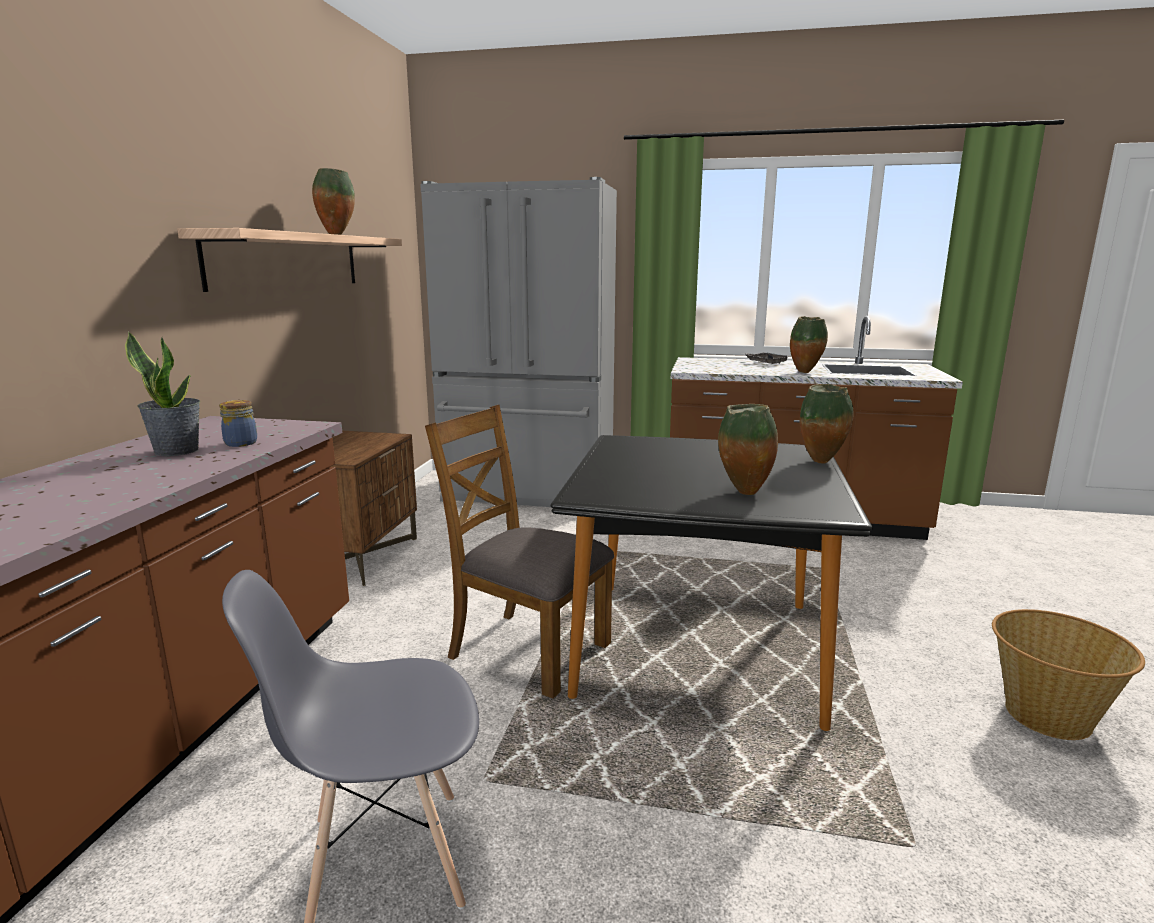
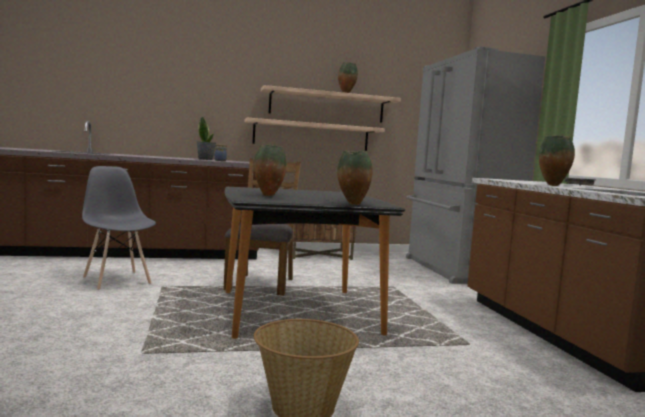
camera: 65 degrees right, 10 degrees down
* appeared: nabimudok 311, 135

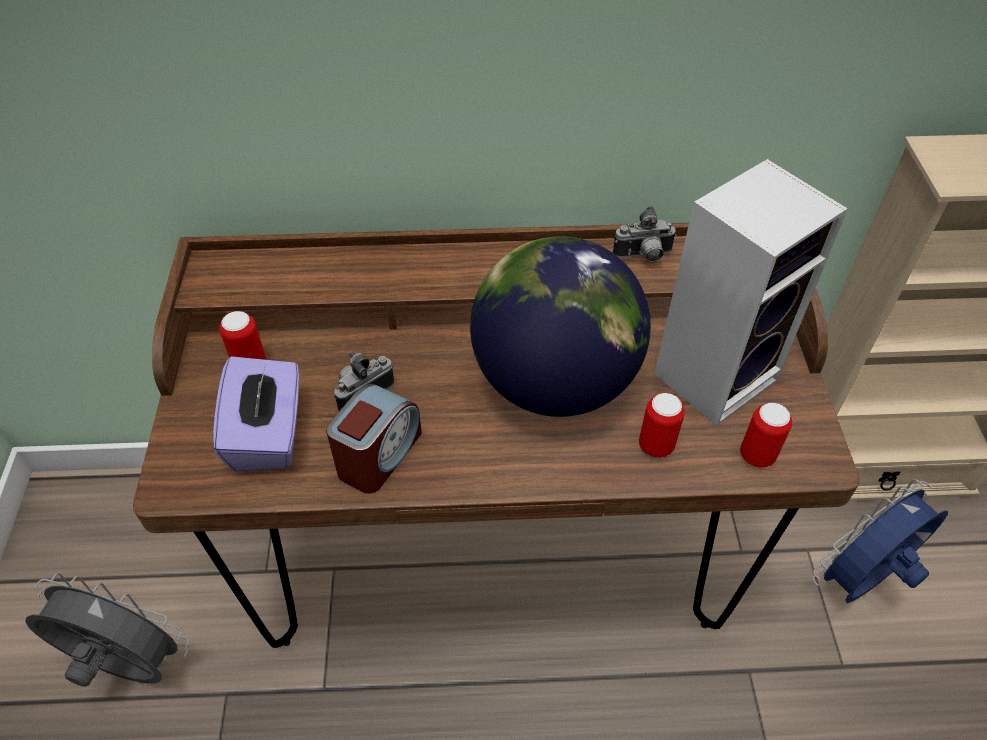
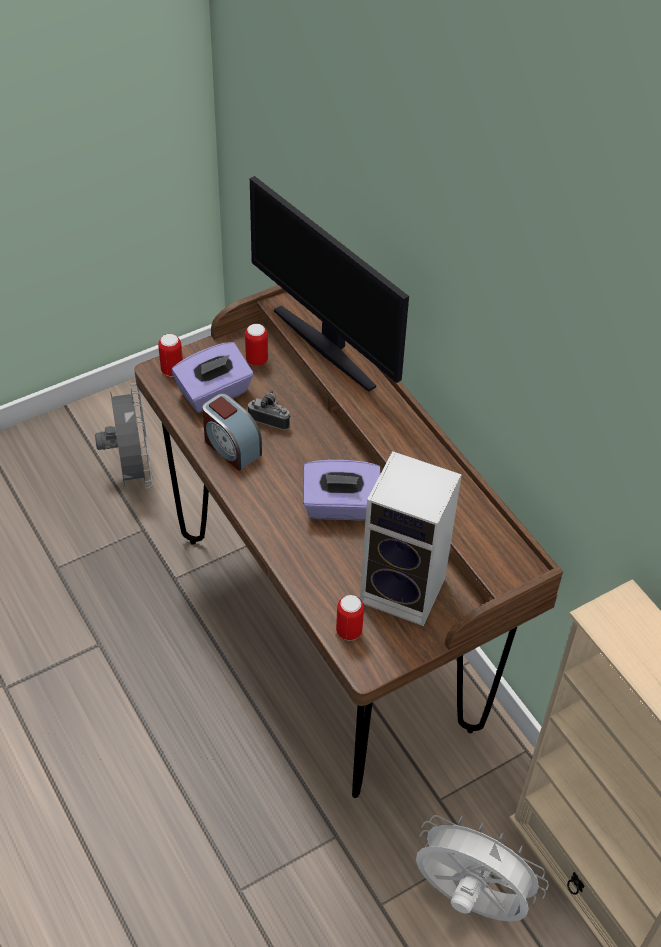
camera: 60 degrees right, 0 degrees up
* missing: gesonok 643, 256
* exchanged: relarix 554, 381 to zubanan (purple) 340, 506
* spun: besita 378, 455 = 231, 447 45 degrees clockwise
* relocated: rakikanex 656, 446 to 172, 370
* colour: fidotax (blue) 860, 581 to fidotax (white) 468, 900
* appeared: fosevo 327, 346

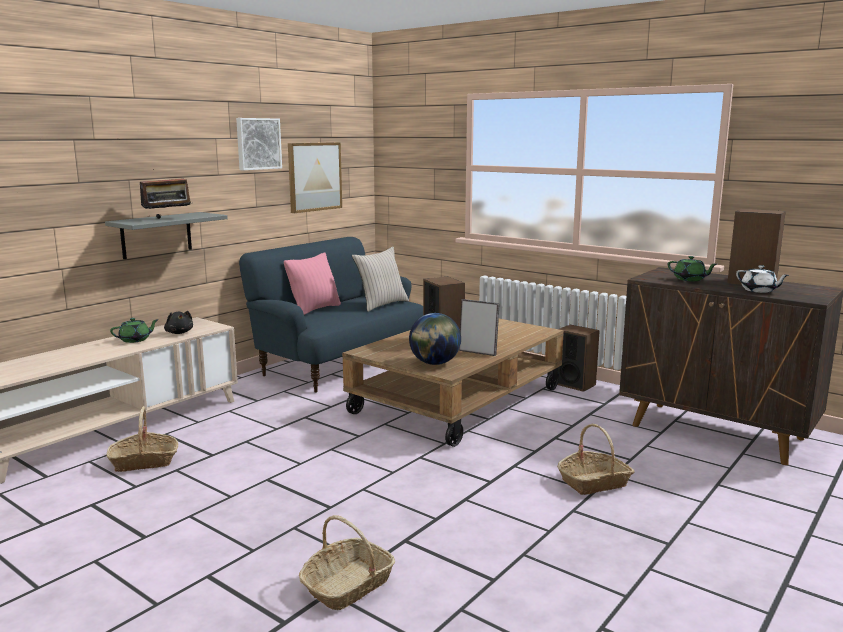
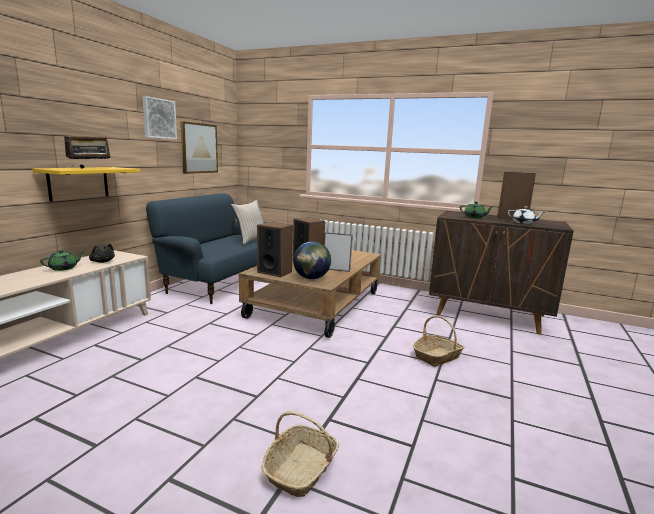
camera: 15 degrees left, 0 degrees up
* colour: nabimudok (grey) 156, 235 to nabimudok (yellow) 78, 183
* missing: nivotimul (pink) 314, 309
* relocated: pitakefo 575, 384 to 274, 272
* missing: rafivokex 144, 461

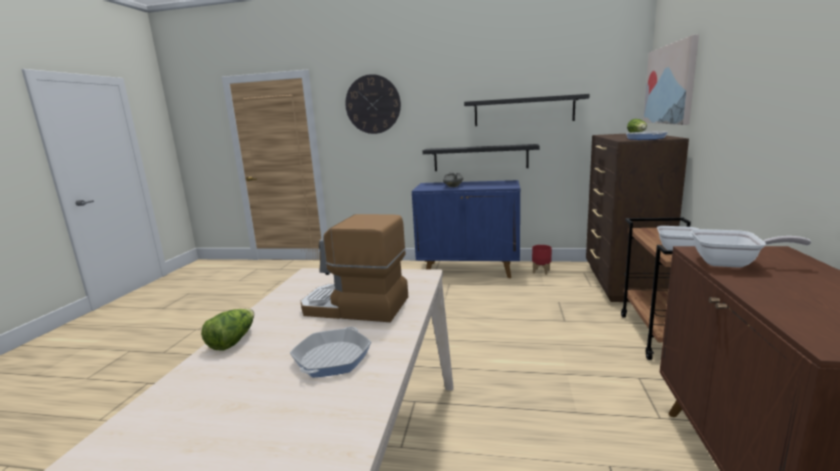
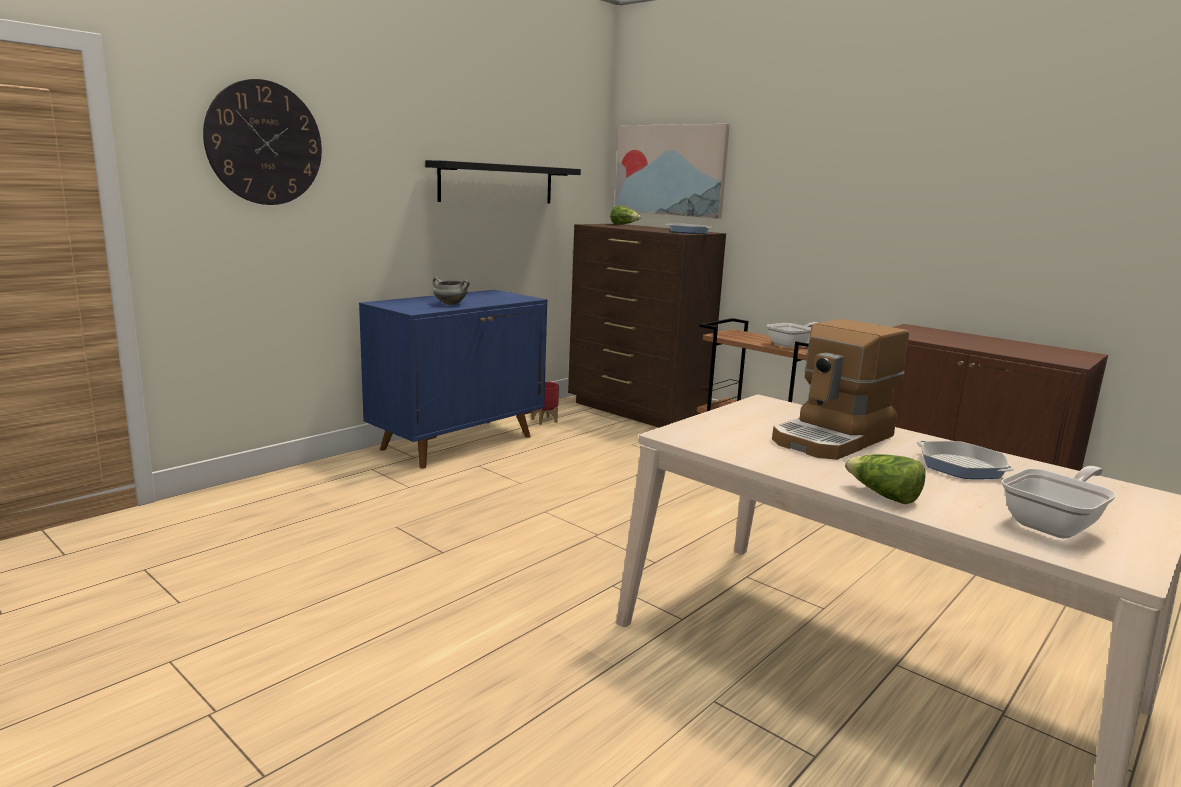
camera: 60 degrees left, 0 degrees up
* missing: nabimudok (black) 480, 158
* relocated: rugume 731, 263 to 1055, 525

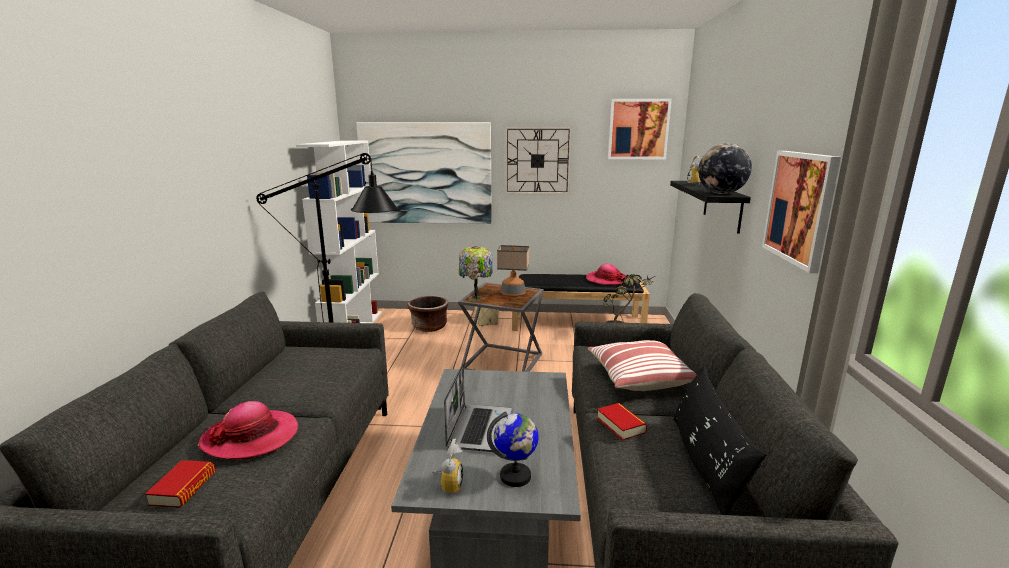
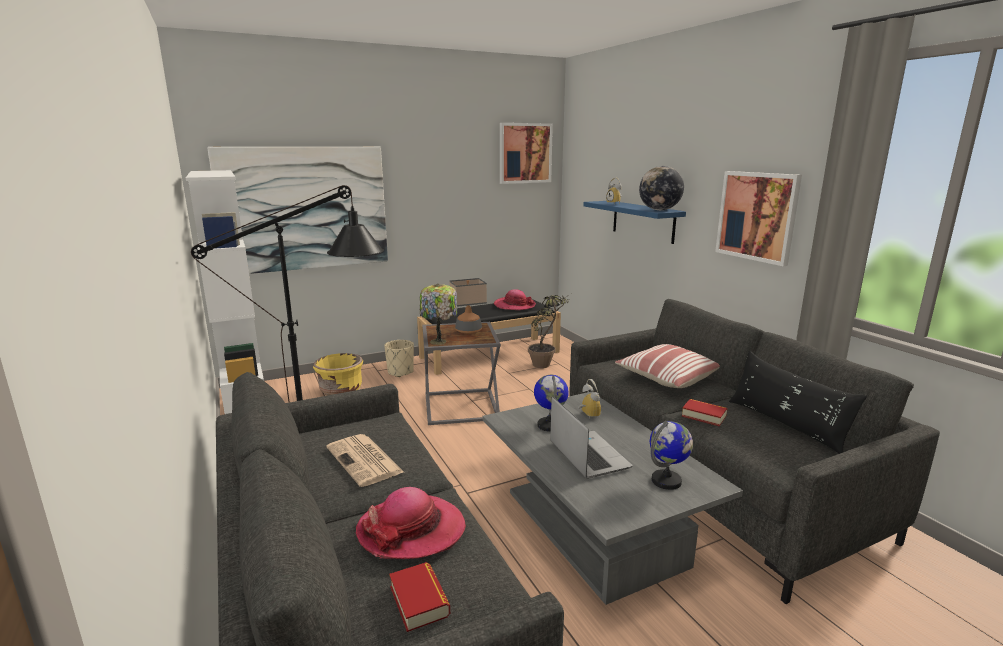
camera: 30 degrees left, 0 degrees up
* missing: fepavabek 537, 161
* colour: nabimudok (black) 722, 205 to nabimudok (blue) 643, 221
* colour: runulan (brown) 429, 327 to runulan (yellow) 341, 390
* relocated: besita 448, 485 to 586, 415
* appeared: relarix 549, 425
* appeared: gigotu 365, 460

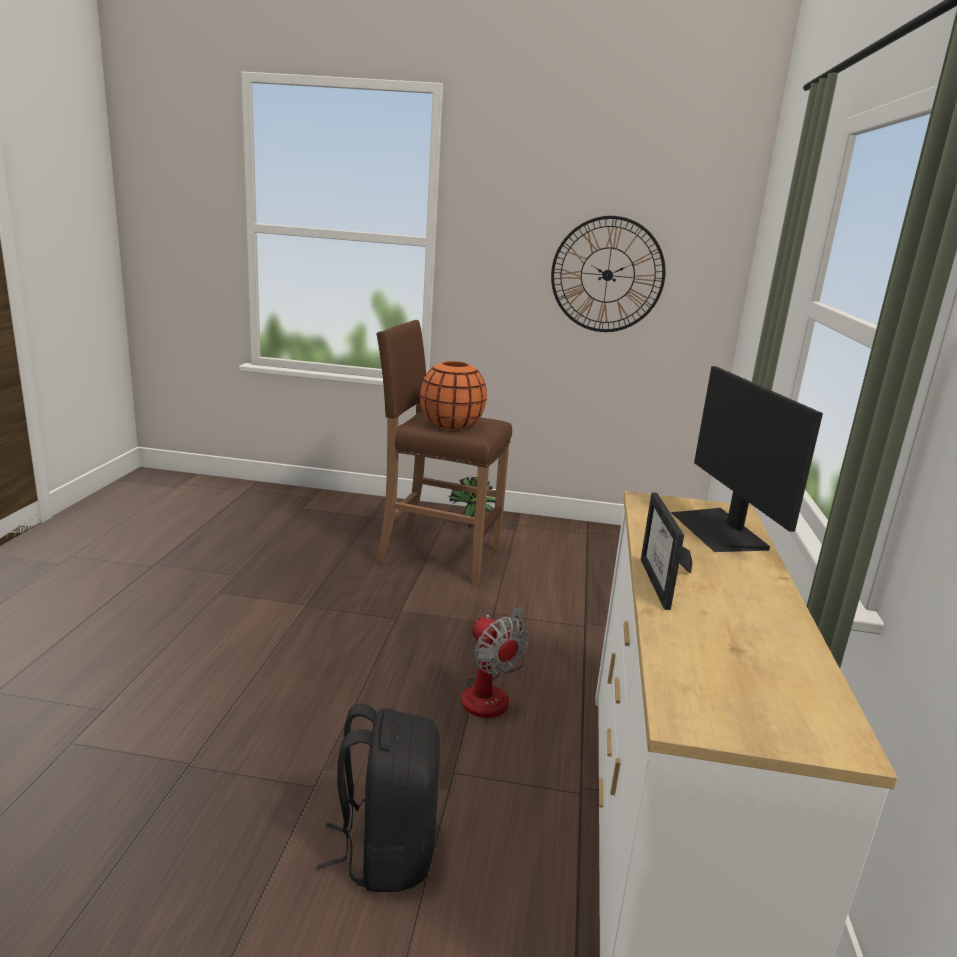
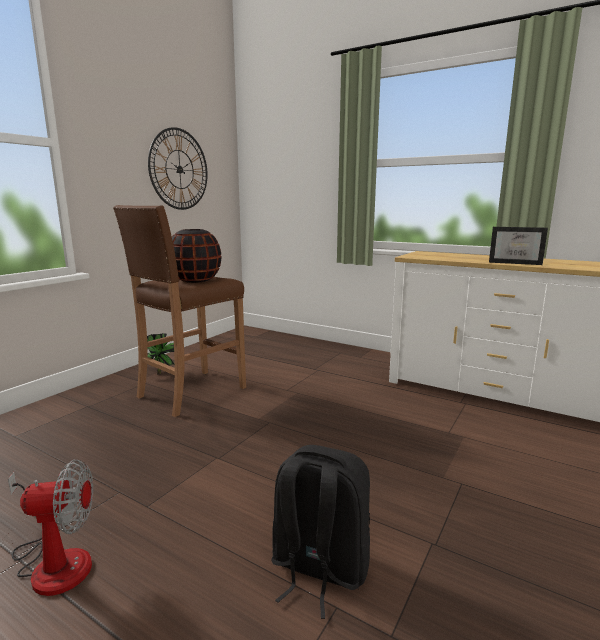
camera: 65 degrees left, 5 degrees down
* colour: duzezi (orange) 451, 426 to duzezi (black) 196, 280
* missing: fosevo 720, 530
* relocated: fidotax 491, 691 to 55, 561
* relocated: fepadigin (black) 386, 850 to 318, 568

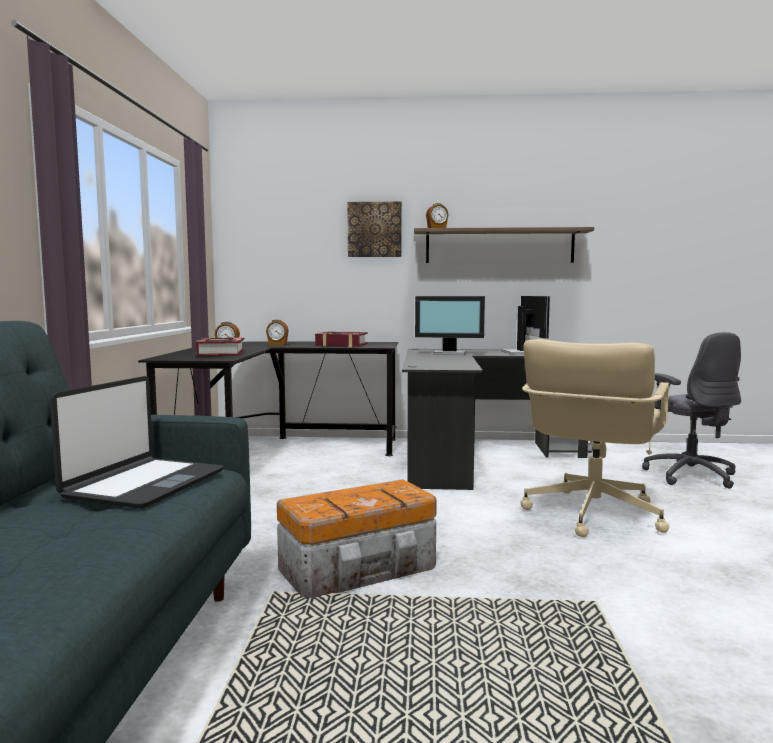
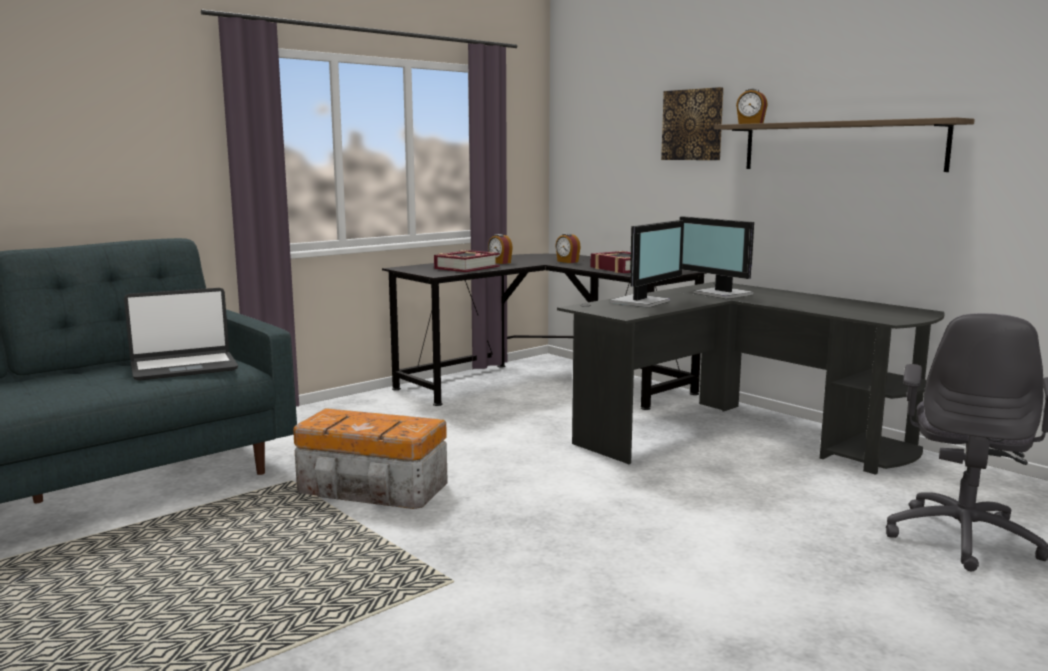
camera: 45 degrees right, 5 degrees up
* relocated: fosevo 522, 352 to 642, 302
* missing: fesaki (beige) 591, 514

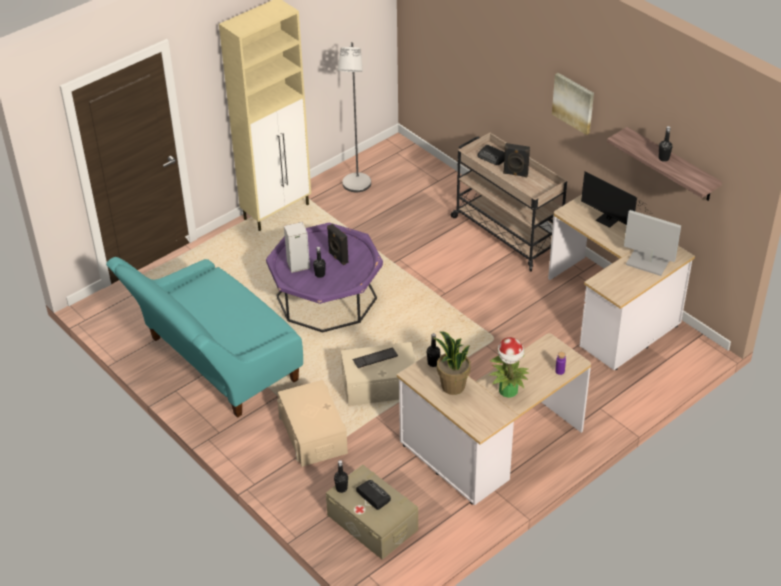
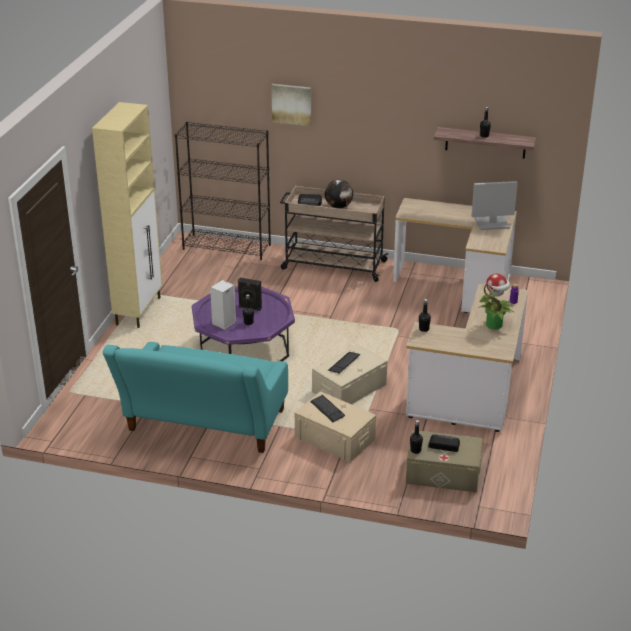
camera: 35 degrees left, 10 degrees down
* missing: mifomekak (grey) 356, 187
* relocated: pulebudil 573, 103 to 291, 104
* exchanged: pitakefo (black) 515, 174 to relarix 338, 206
* missing: fosevo 609, 221
* missing: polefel 452, 386
* appeared: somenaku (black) 227, 247
* appeared: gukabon 327, 409

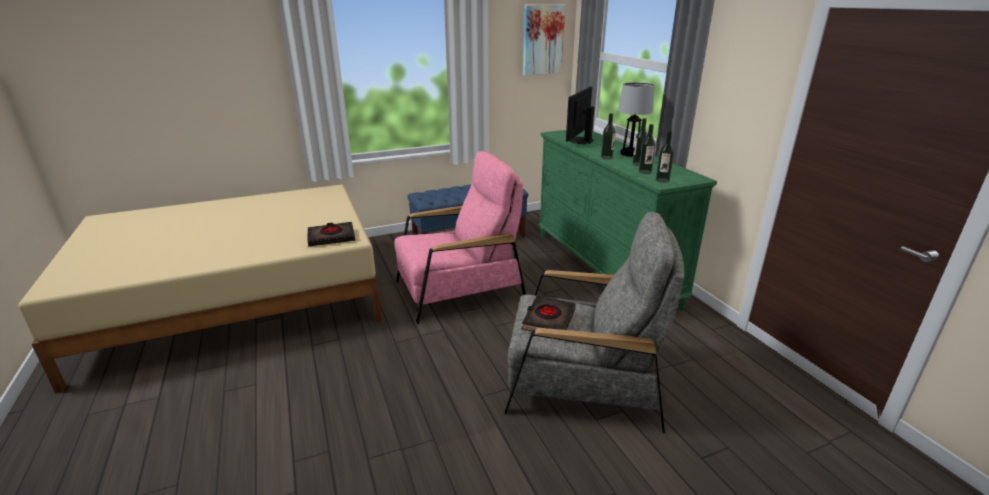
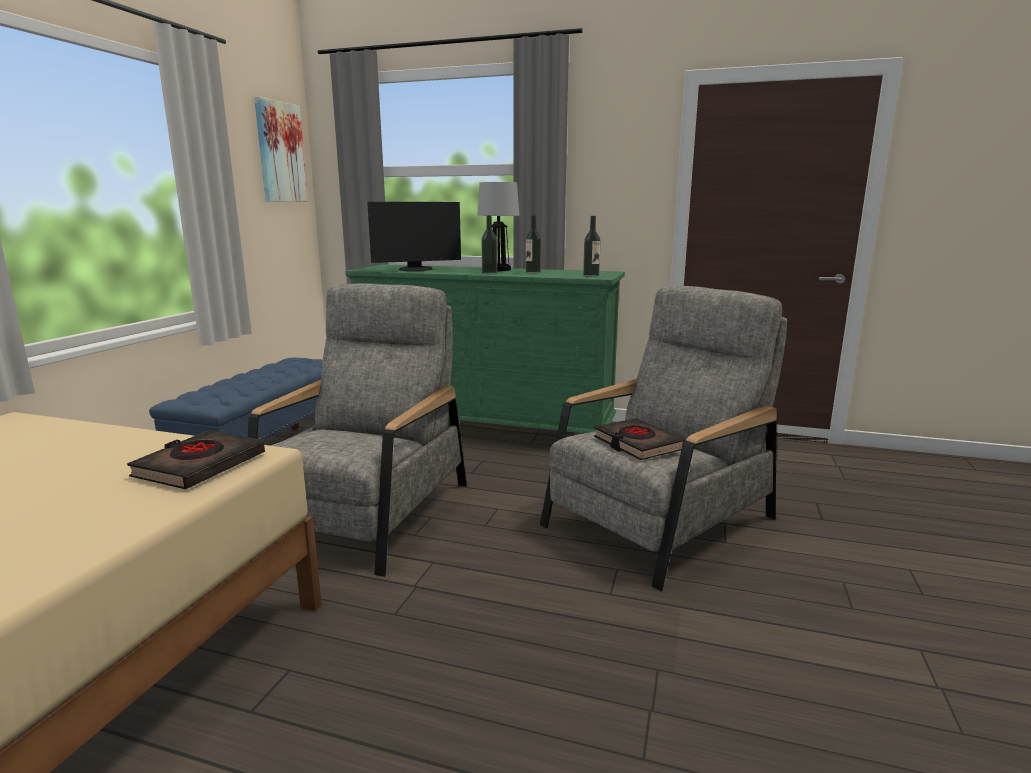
camera: 50 degrees left, 10 degrees down
* spun: fosevo 580, 141 = 416, 270 90 degrees counterclockwise
* missing: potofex 645, 172
* colour: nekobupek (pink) 459, 290 to nekobupek (grey) 366, 515

